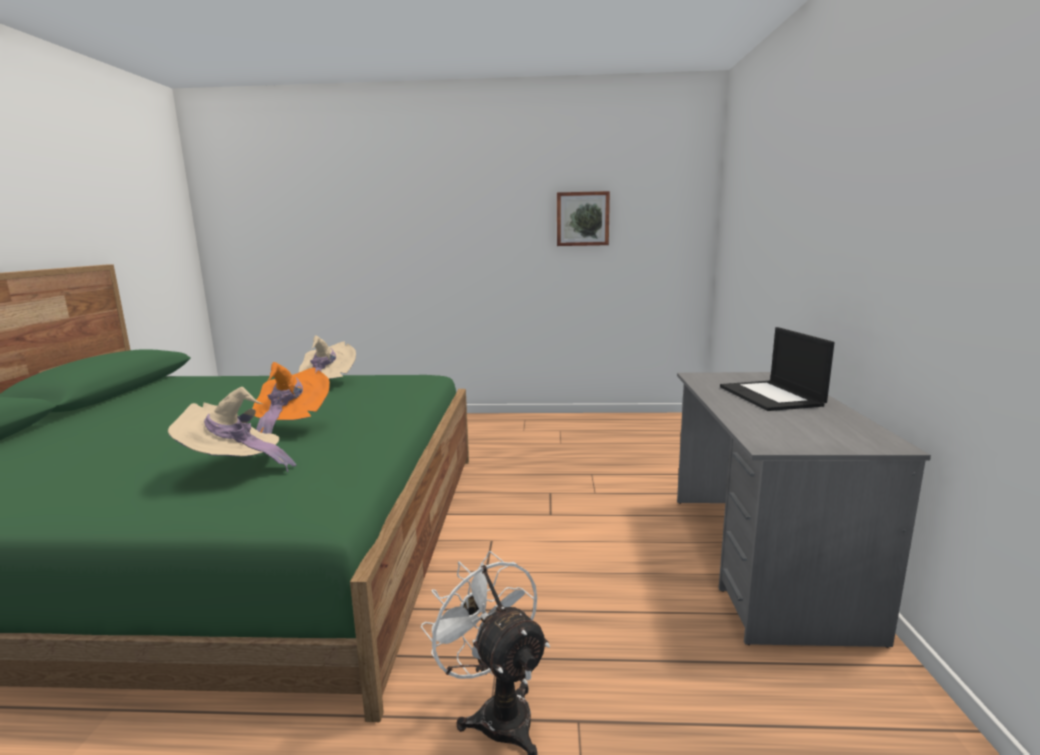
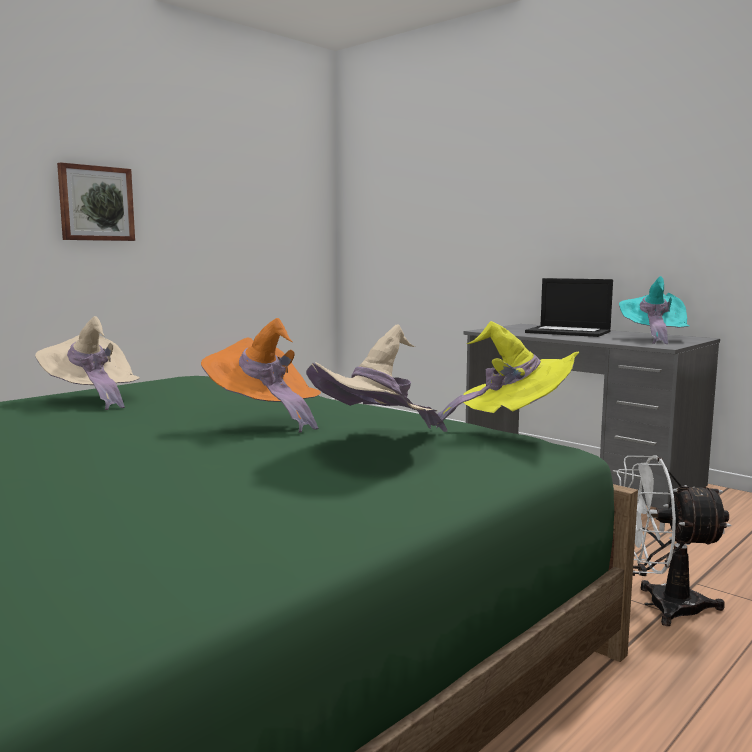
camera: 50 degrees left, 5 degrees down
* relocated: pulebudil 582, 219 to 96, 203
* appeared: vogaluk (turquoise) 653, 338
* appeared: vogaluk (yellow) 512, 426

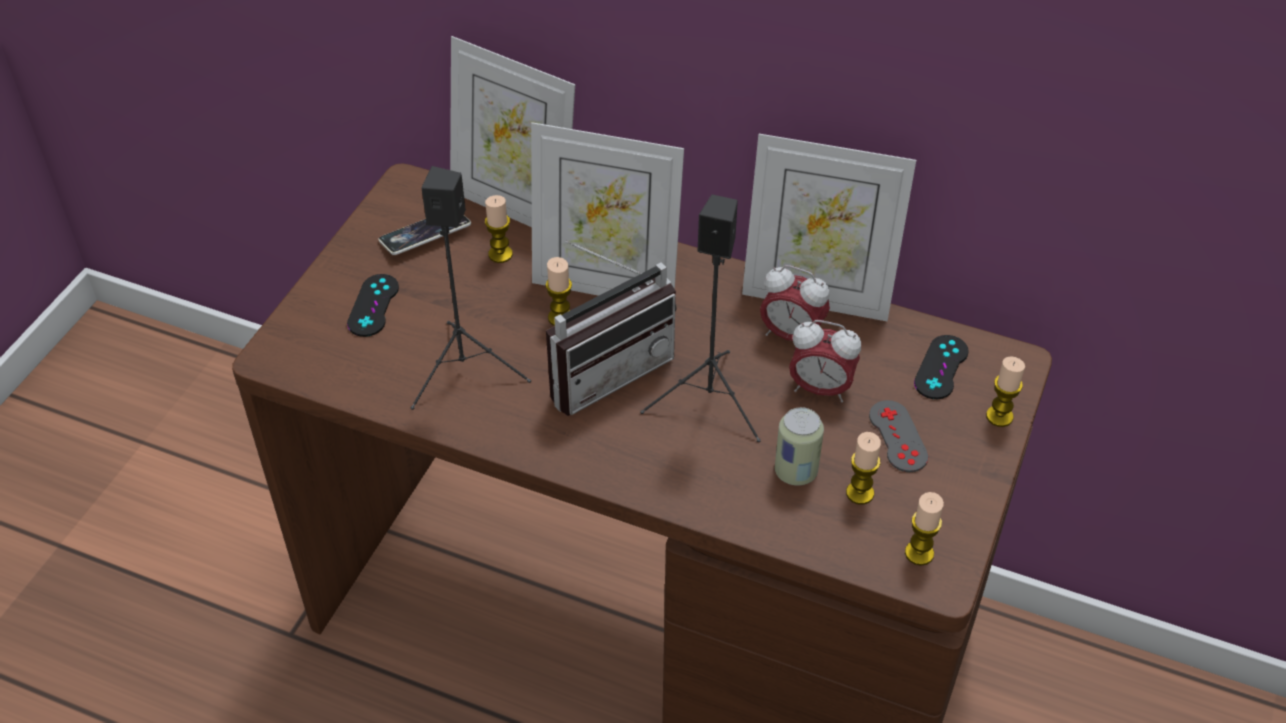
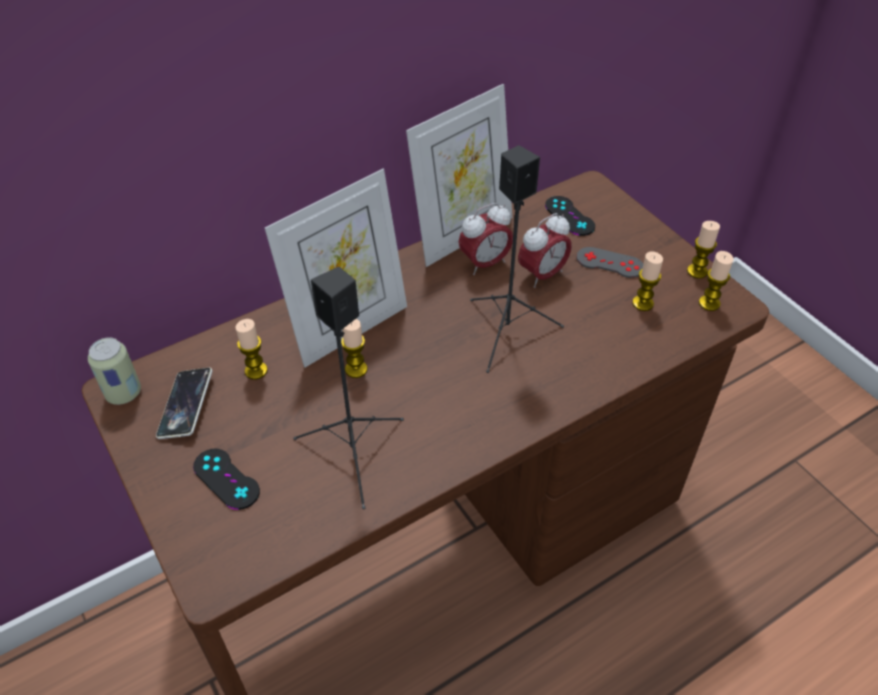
camera: 55 degrees left, 0 degrees up
* missing: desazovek 514, 207
* missing: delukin 605, 369
* relocated: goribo 999, 416 to 697, 271
* relocated: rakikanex 795, 472 to 123, 393

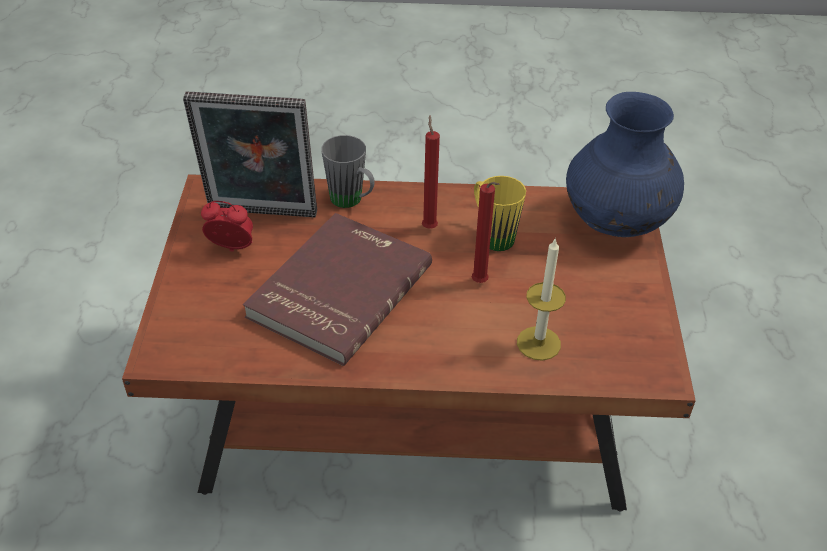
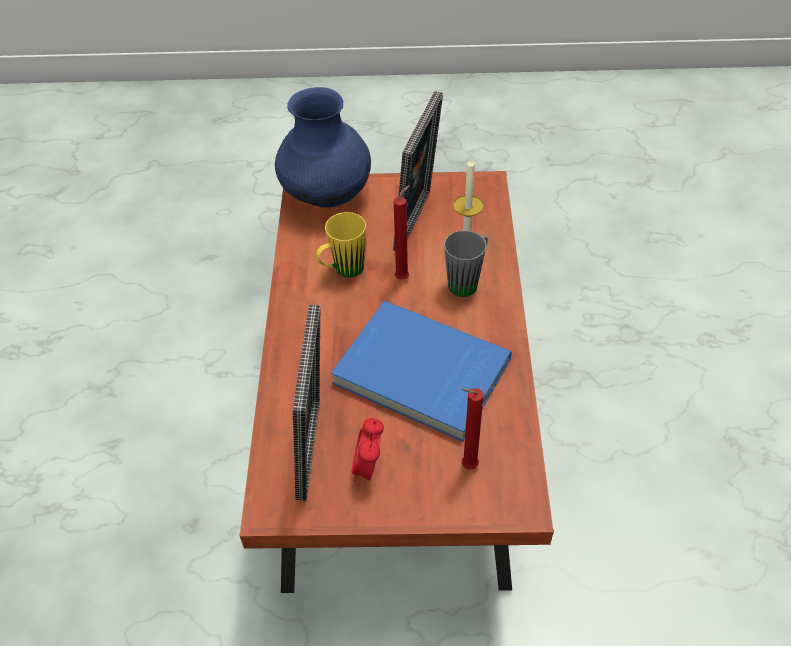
camera: 90 degrees left, 5 degrees up
* relocated: goribo (red) 429, 226 to 466, 466
* relocated: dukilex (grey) 352, 202 to 467, 281
* colour: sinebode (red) 337, 290 to sinebode (blue) 420, 374
* appeared: desazovek 417, 222

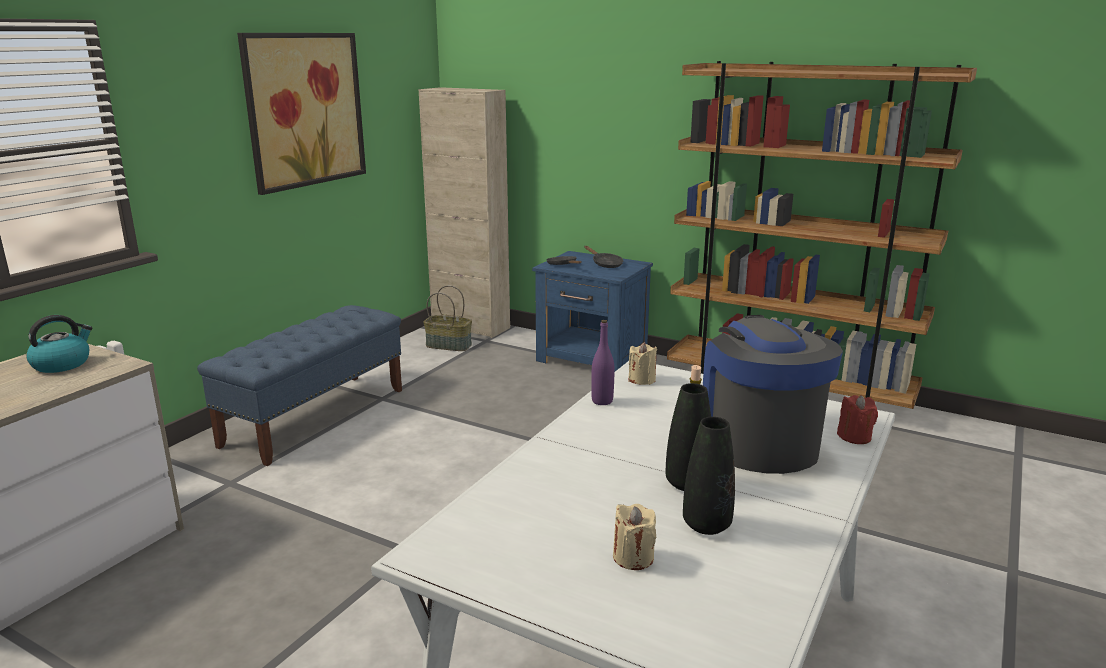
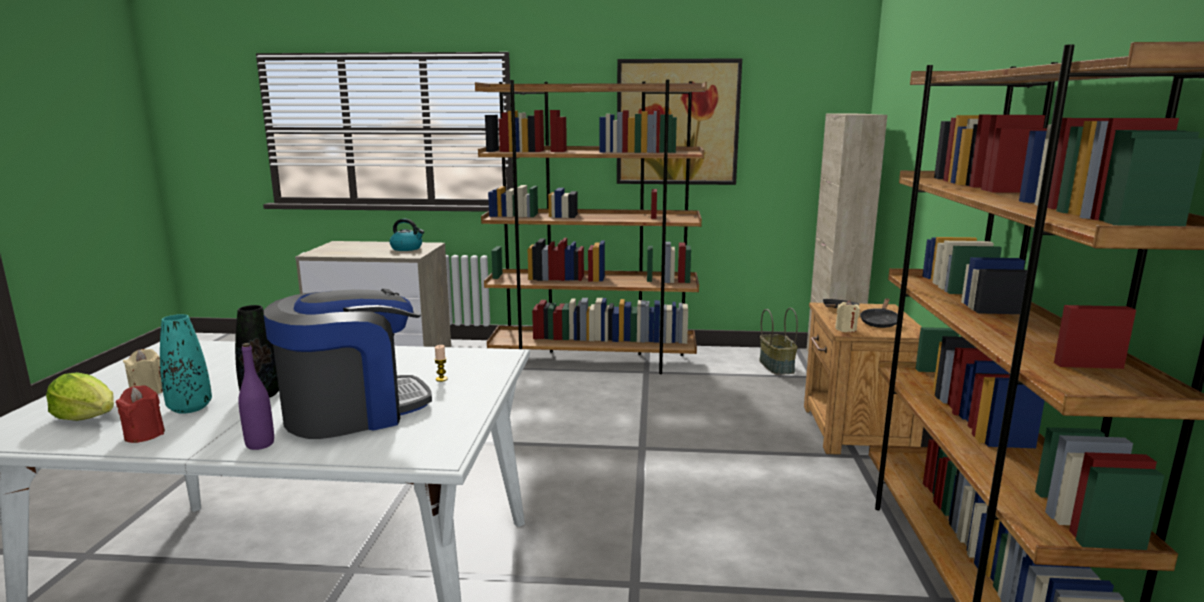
camera: 65 degrees right, 5 degrees down
* colour: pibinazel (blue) 592, 358 to pibinazel (brown) 856, 431
* exchanged: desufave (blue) 316, 416 to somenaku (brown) 593, 362
* relocated: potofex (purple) 602, 401 to 260, 444
* relocated: goribo (beige) 642, 380 to 845, 329
* relocated: goribo (red) 854, 437 to 144, 435
* colour: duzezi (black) 706, 525 to duzezi (turquoise) 190, 408
* appeared: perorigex 88, 417

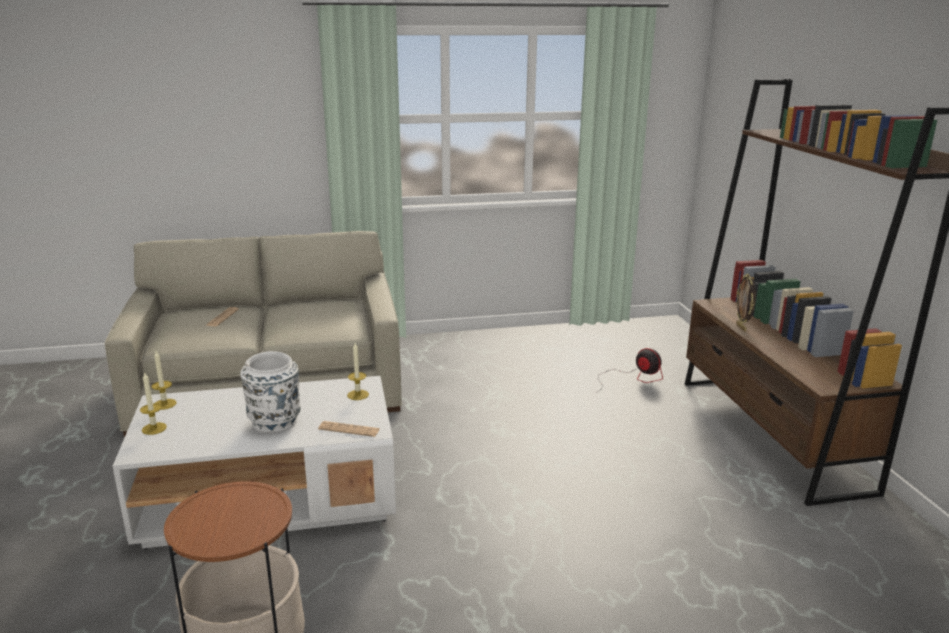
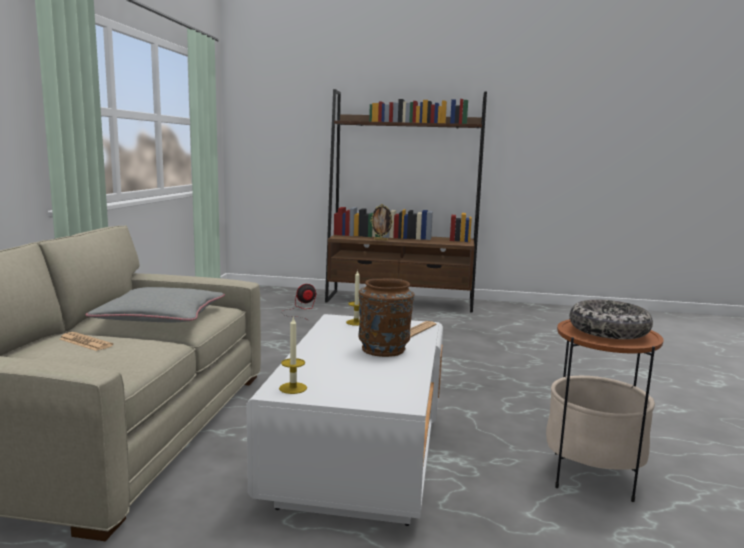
camera: 70 degrees left, 10 degrees down
* colour: duzezi (white) 275, 423 to duzezi (brown) 384, 349
* missing: goribo 154, 428
* appeared: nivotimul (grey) 161, 316
* appeared: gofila 608, 331

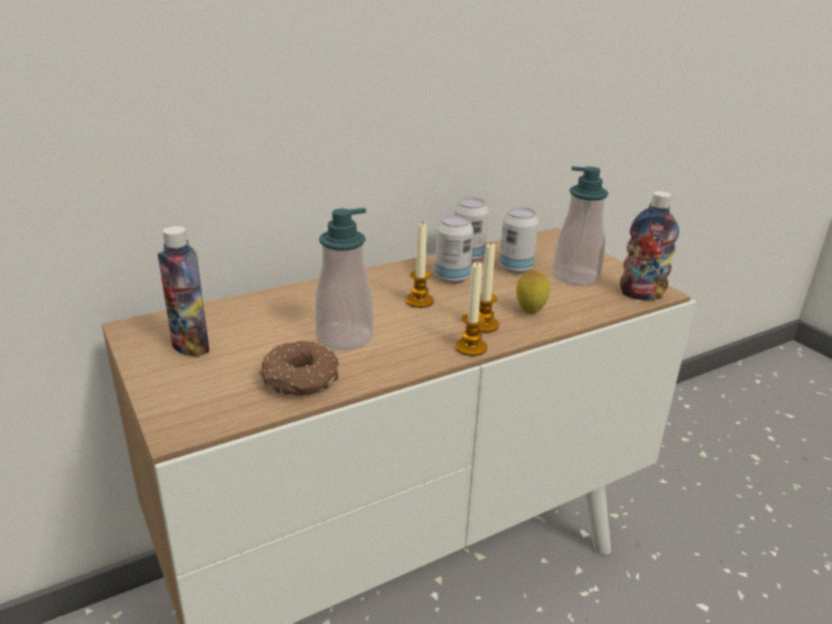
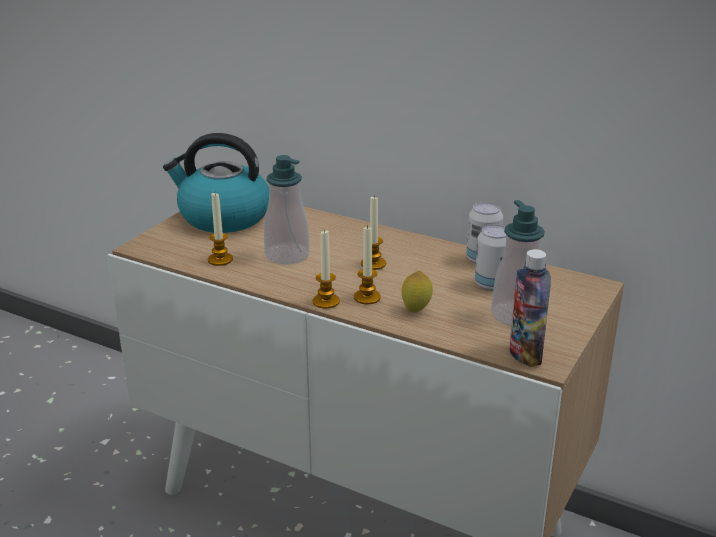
camera: 60 degrees right, 0 degrees up
* missing: rakikanex 452, 277
* exchanged: potofex 190, 346 to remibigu 223, 217
* exchanged: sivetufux 300, 380 to goribo 220, 260

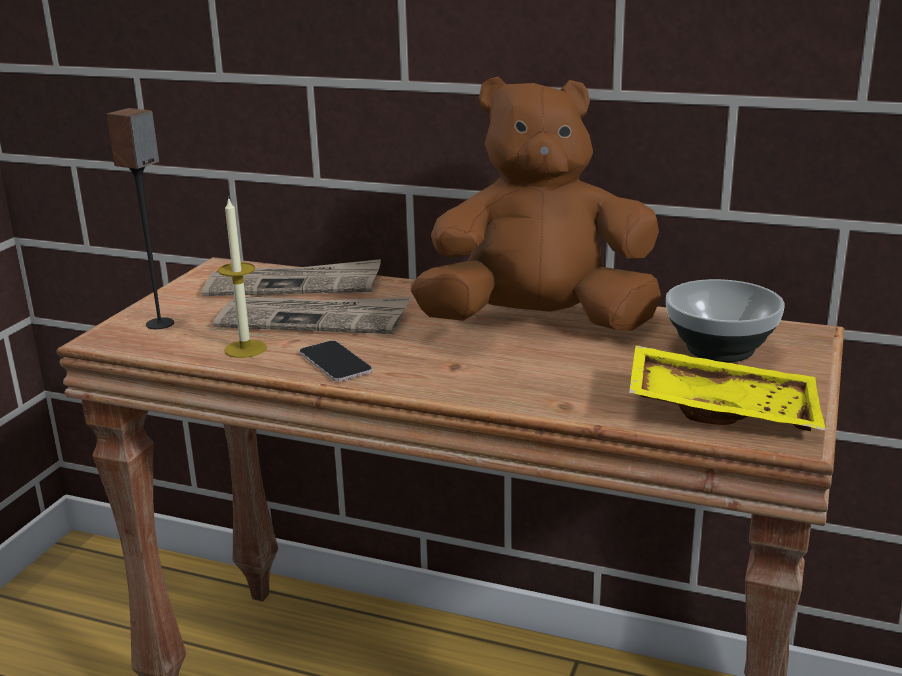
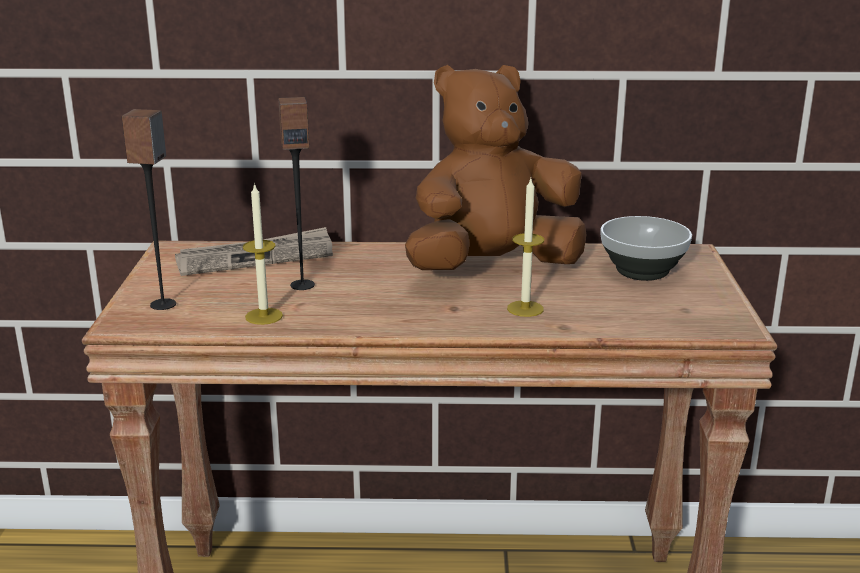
camera: 20 degrees left, 0 degrees up
* exchanged: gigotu 314, 320 to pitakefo 302, 285
* missing: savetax 335, 362
* missing: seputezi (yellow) 722, 409
* appeared: goribo 525, 308

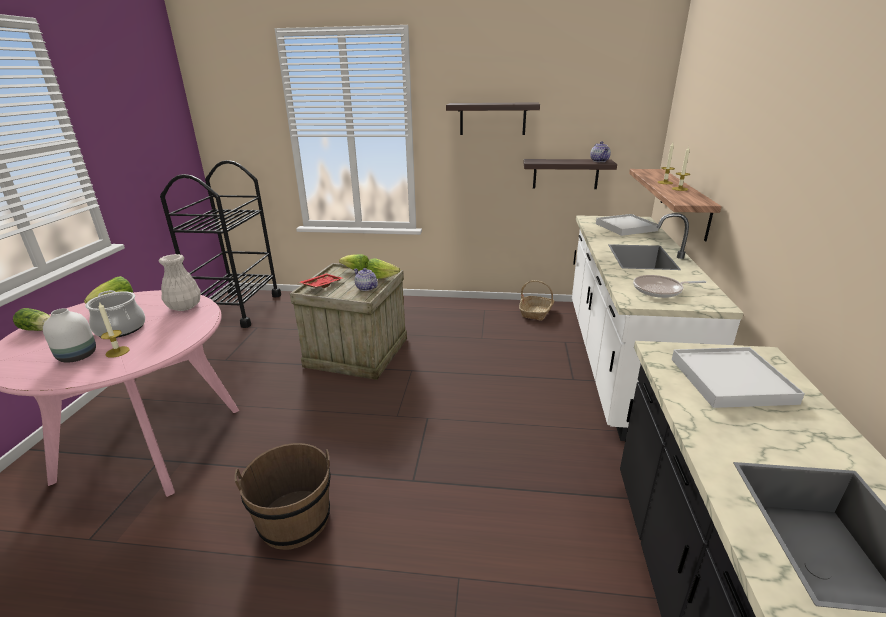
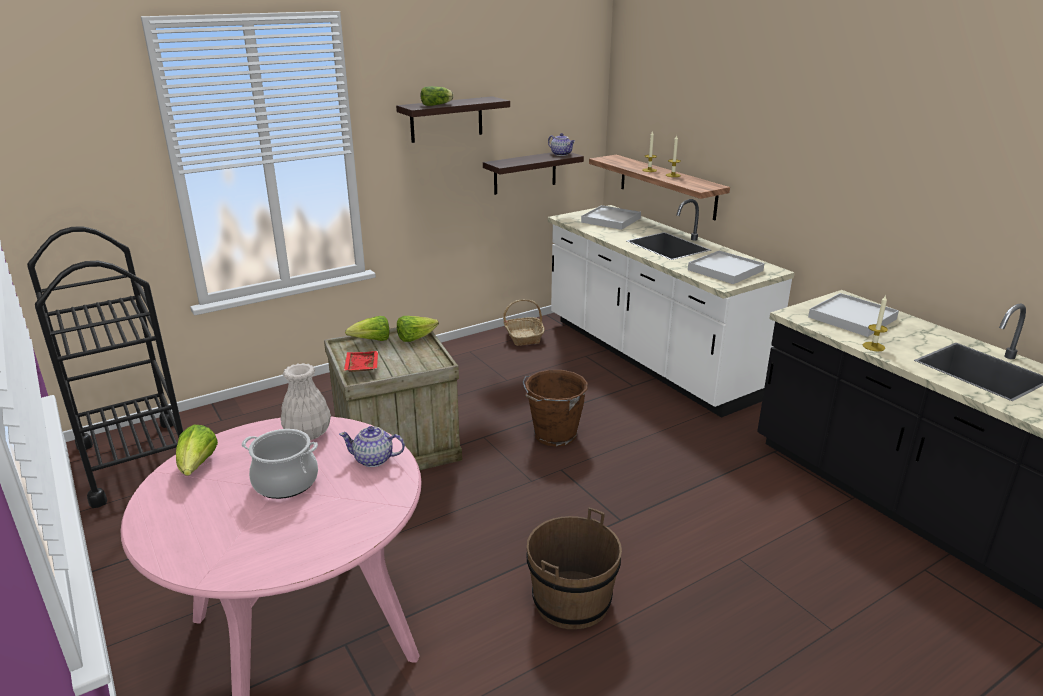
camera: 40 degrees left, 0 degrees up
* relocated: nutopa 366, 288 to 374, 459
* exchanged: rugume 660, 290 to seputezi (white) 725, 270
* relocated: goribo 117, 352 to 873, 346
* relocated: perorigex 39, 329 to 437, 105
* missing: duzezi (white) 79, 356
* appeared: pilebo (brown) 553, 435

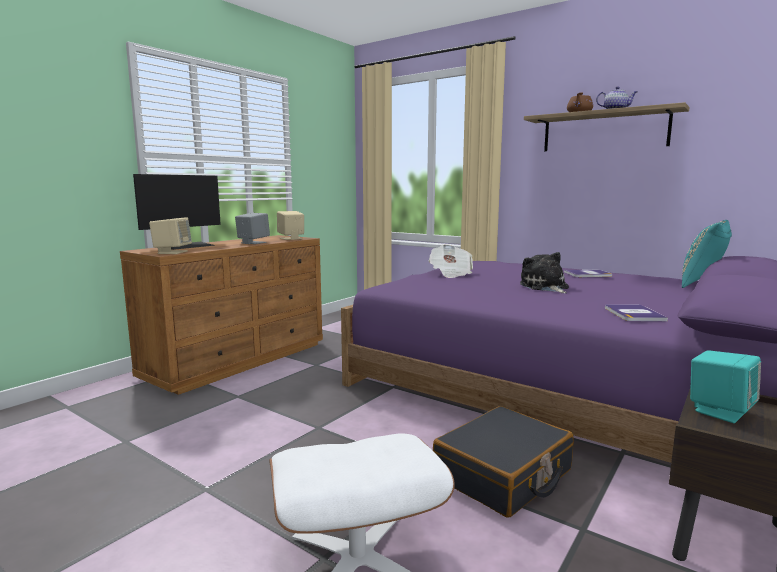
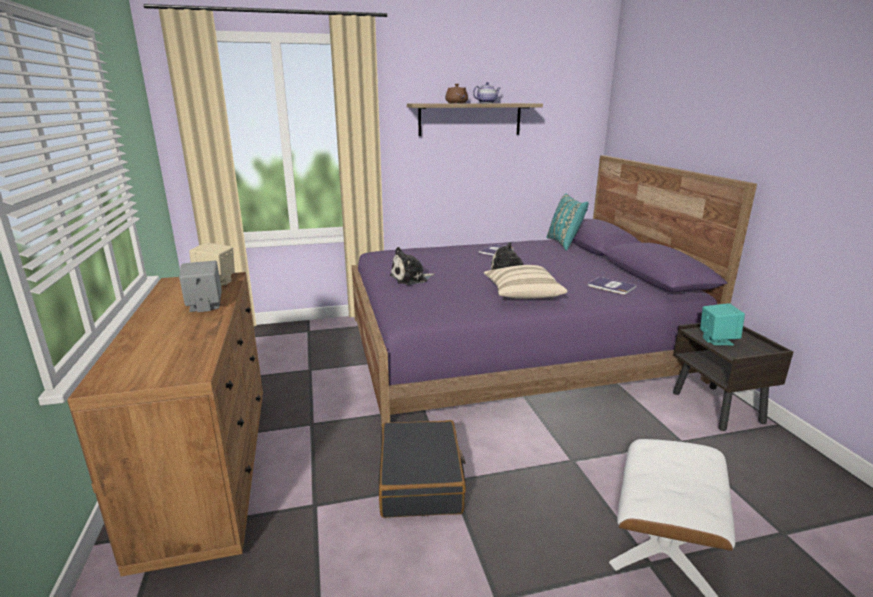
camera: 50 degrees left, 10 degrees up
* missing: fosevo 187, 246
* missing: pitakefo (beige) 172, 252
* exchanged: gigotu 450, 273 to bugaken 411, 278
* relocated: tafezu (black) 503, 475 to 421, 480
* appeared: nivotimul (beige) 522, 294

